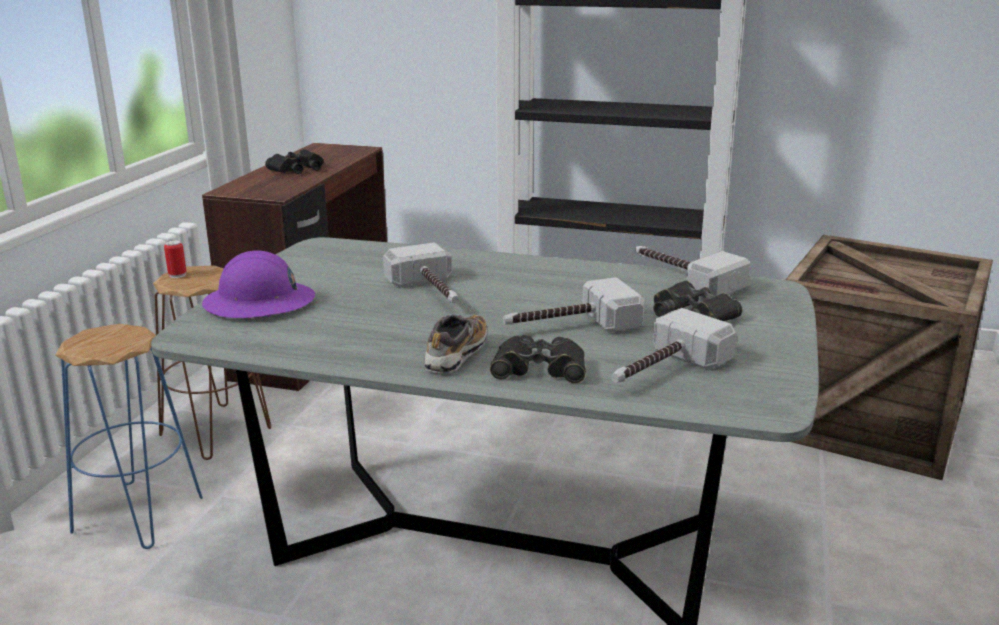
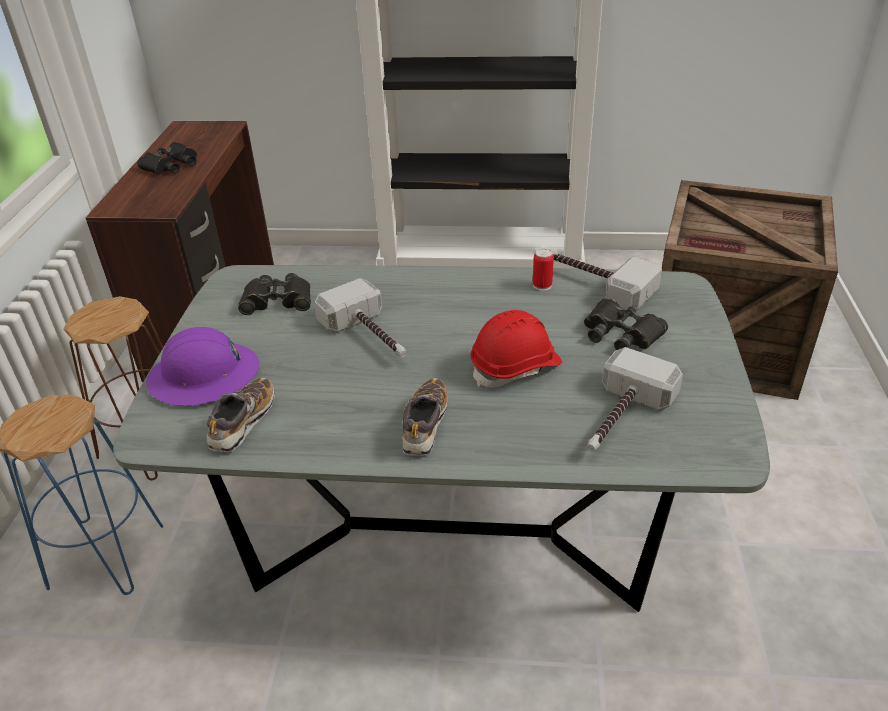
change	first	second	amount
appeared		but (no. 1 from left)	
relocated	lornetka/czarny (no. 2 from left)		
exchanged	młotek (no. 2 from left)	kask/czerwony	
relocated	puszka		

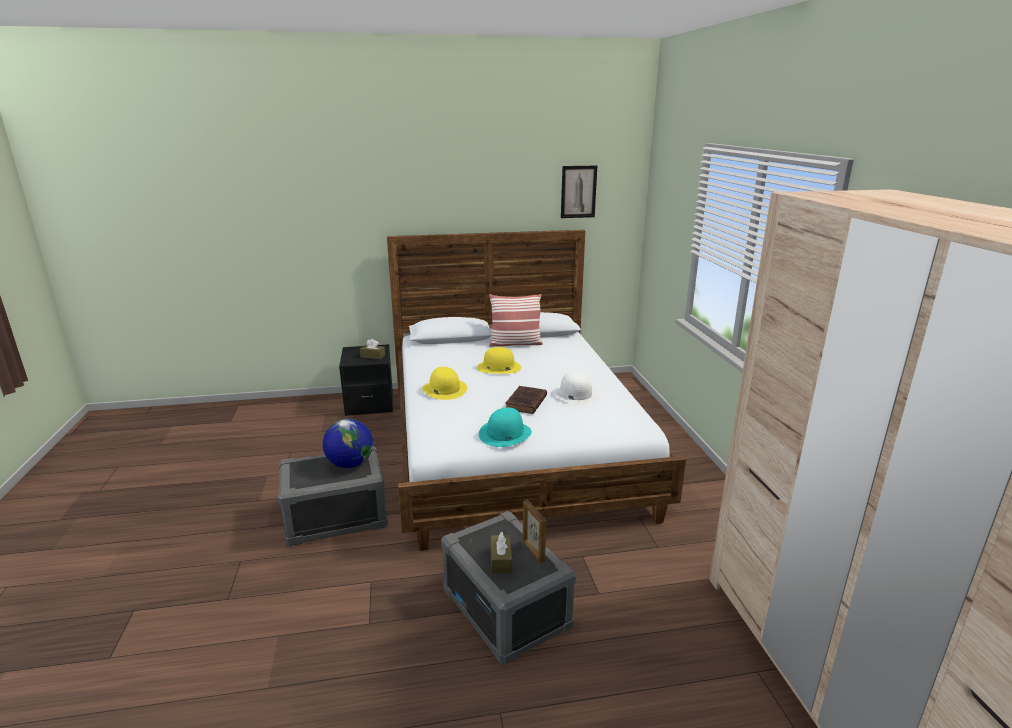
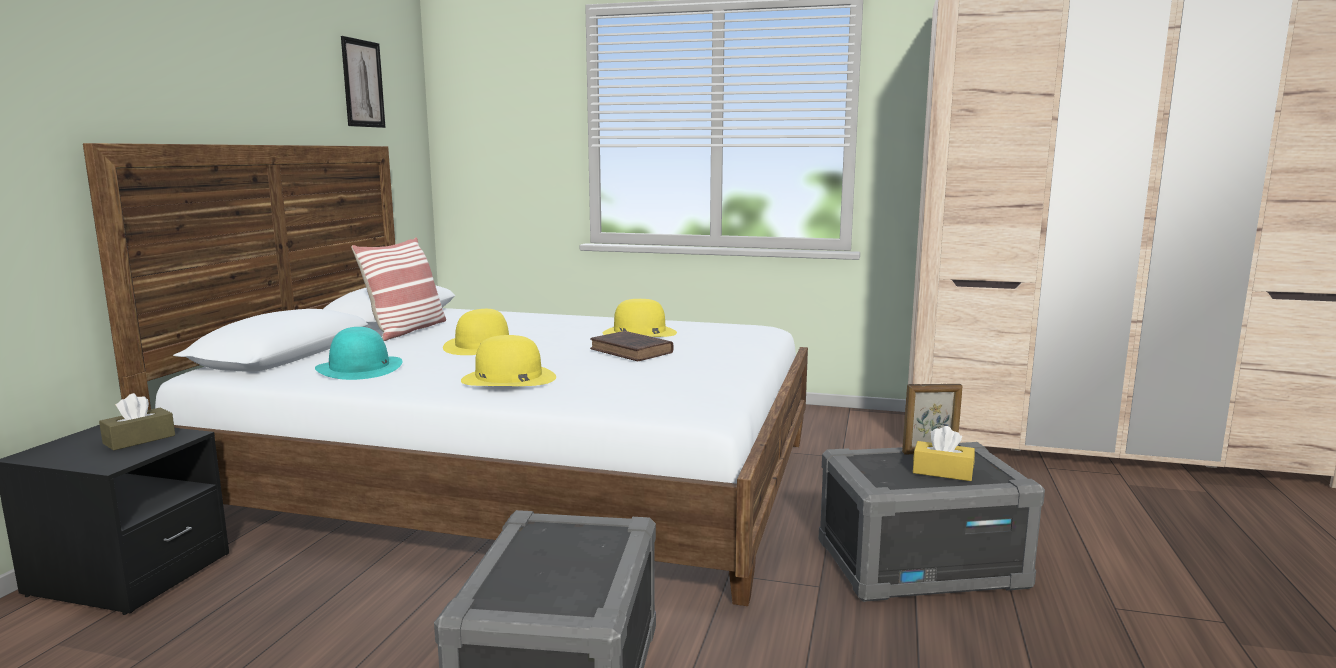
change	first	second	amount
relocated	kapelusz/turkusowy		
colour	kapelusz/biały	kapelusz/żółty (no. 3 from left)	
colour	pudełko chusteczek/brązowy (no. 2 from left)	pudełko chusteczek/żółty	
missing	globus		

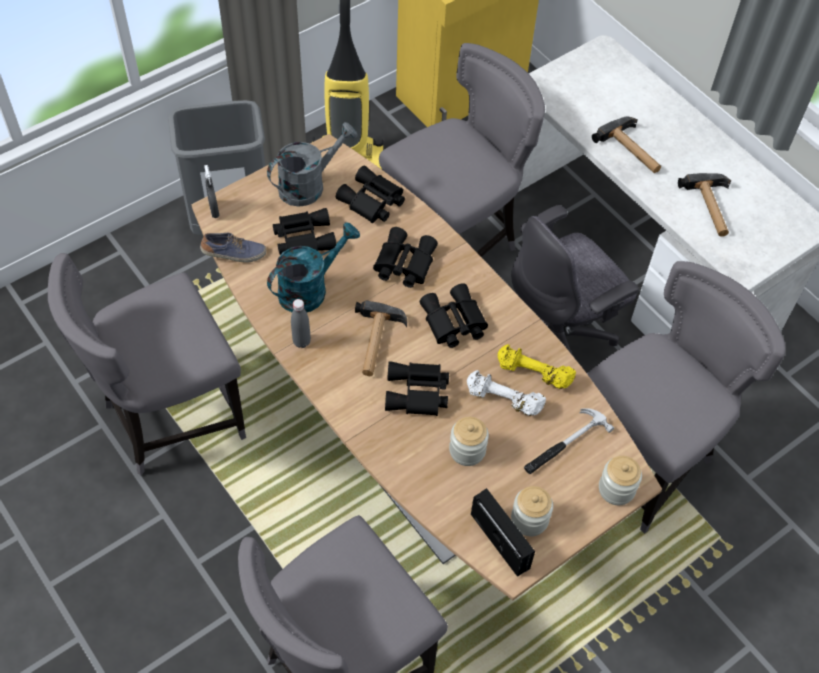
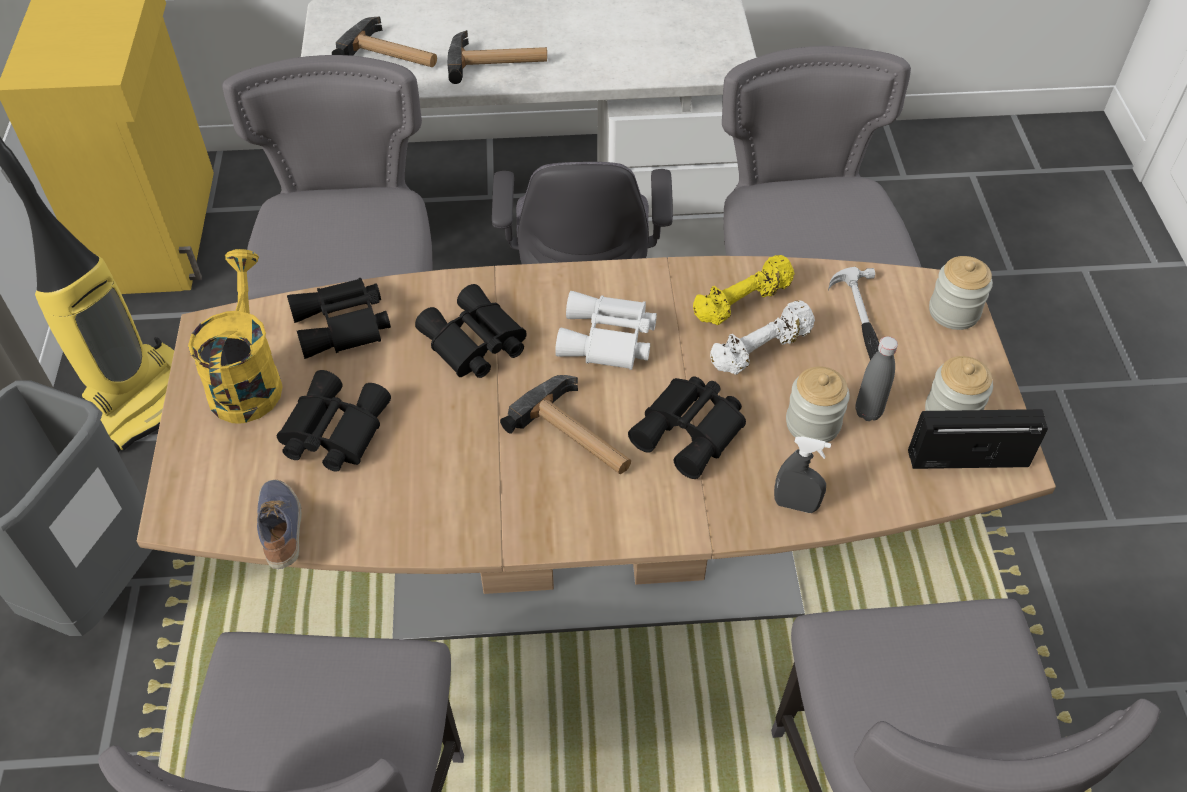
change	first	second	amount
colour	konewka/szary	konewka/żółty	
spun	but		45 degrees counterclockwise
relocated	młotek (no. 4 from left in the first image)	młotek (no. 1 from left)	
colour	lornetka/czarny (no. 5 from left)	lornetka/biały	
relocated	spryskiwacz/szary		
relocated	butelka/szary		
missing	konewka/turkusowy		

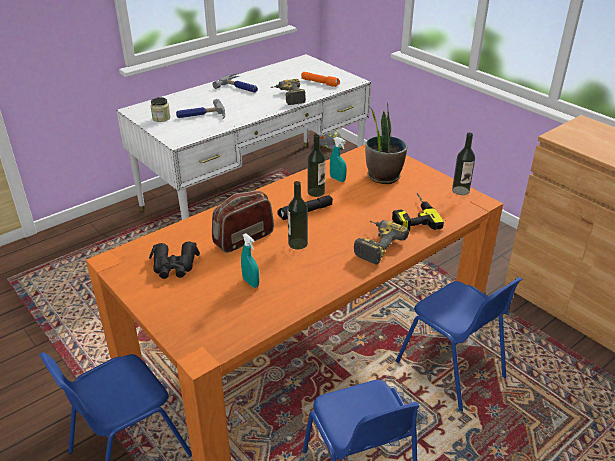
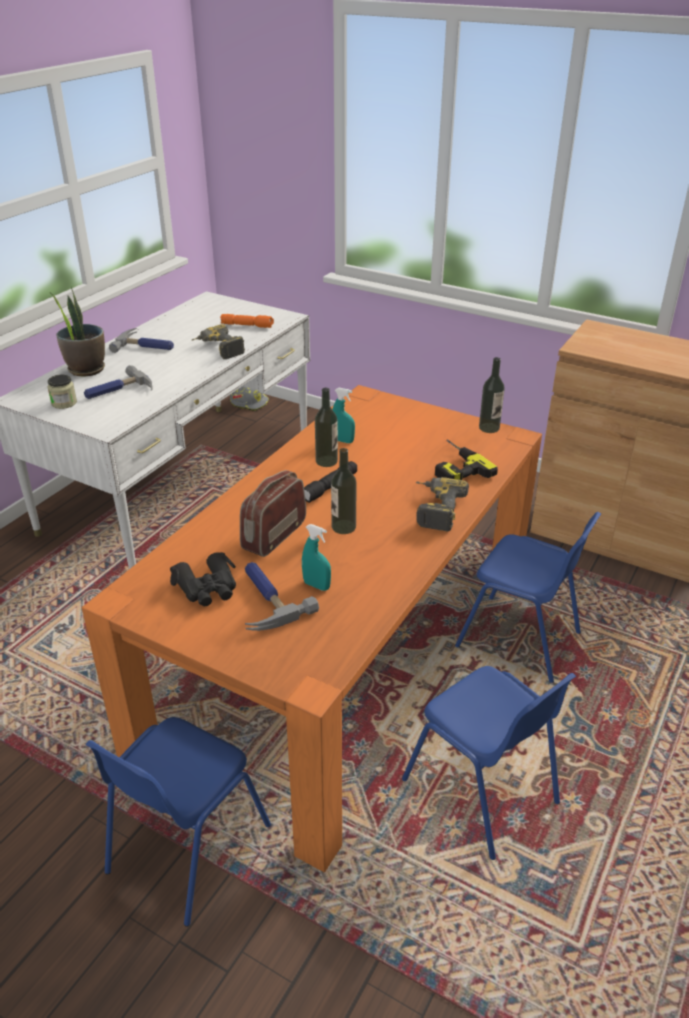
change	first	second	amount
relocated	roślina doniczkowa		
appeared		młotek (no. 3 from left)	

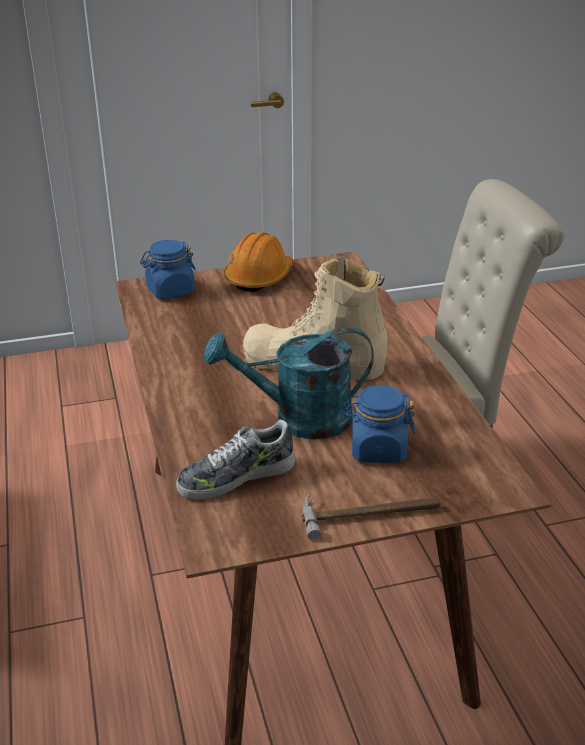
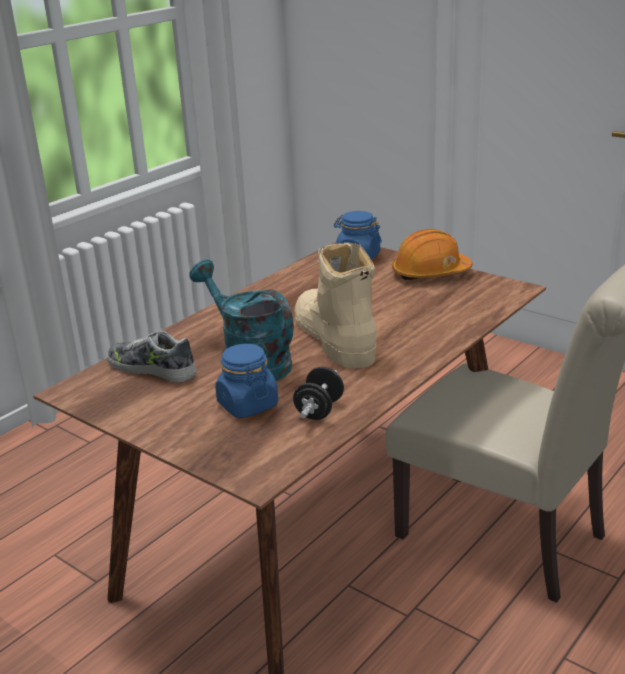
change	first	second	amount
appeared		hantel/czarny	
missing	młotek		

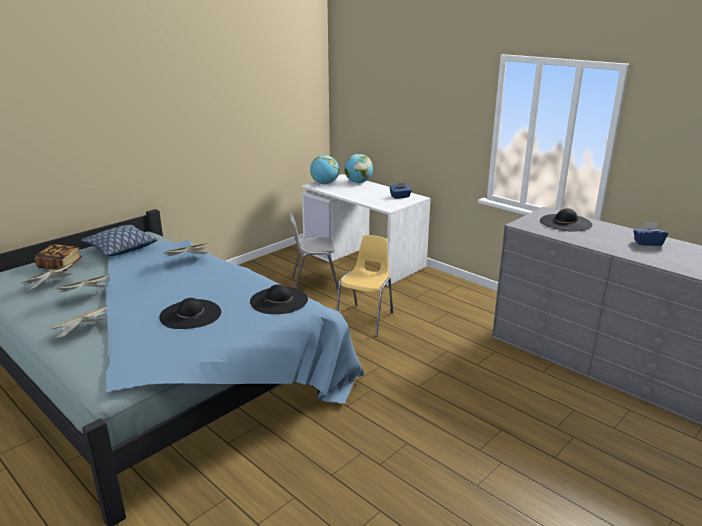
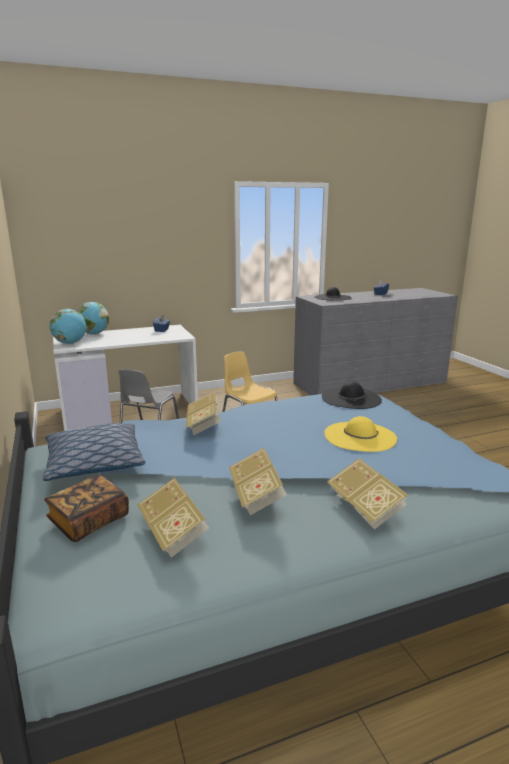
change	first	second	amount
colour	kapelusz/czarny (no. 1 from left)	kapelusz/żółty	

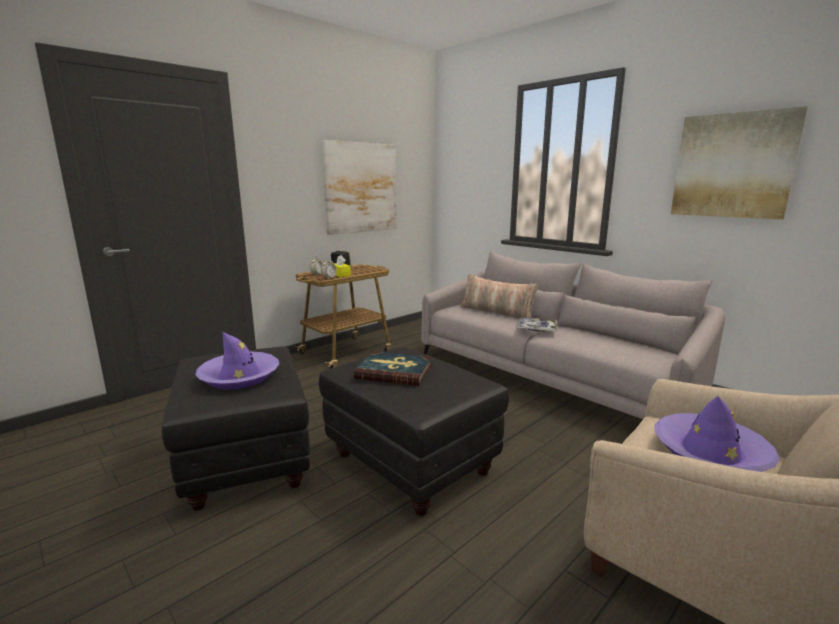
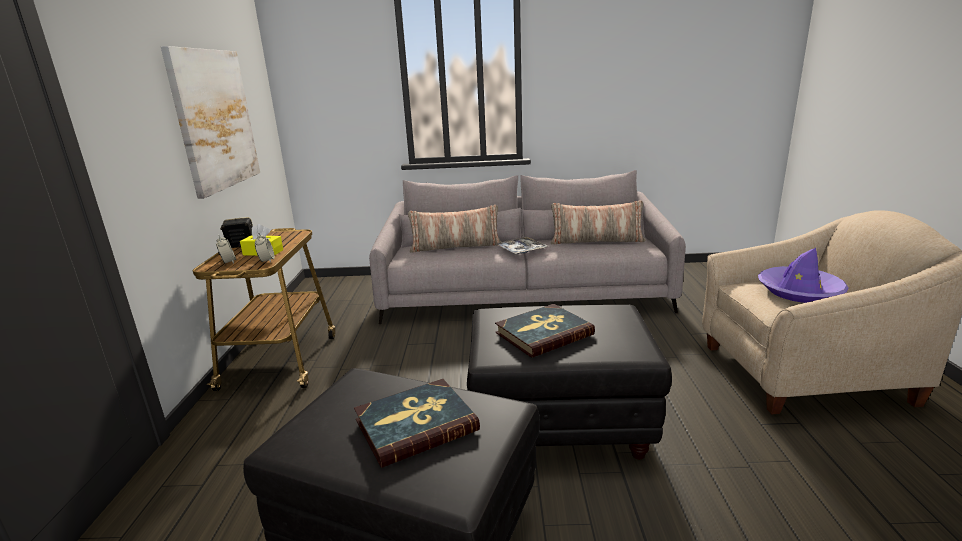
change	first	second	amount
exchanged	kapelusz/fioletowy (no. 1 from left)	książka (no. 1 from left)	
appeared		poduszka (no. 2 from left)	
missing	obraz (no. 2 from left)		

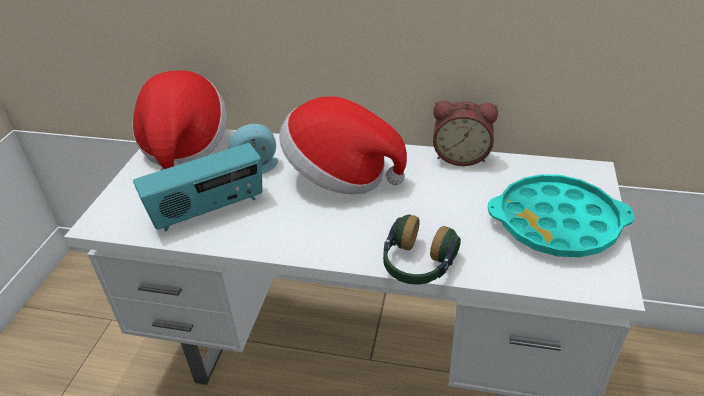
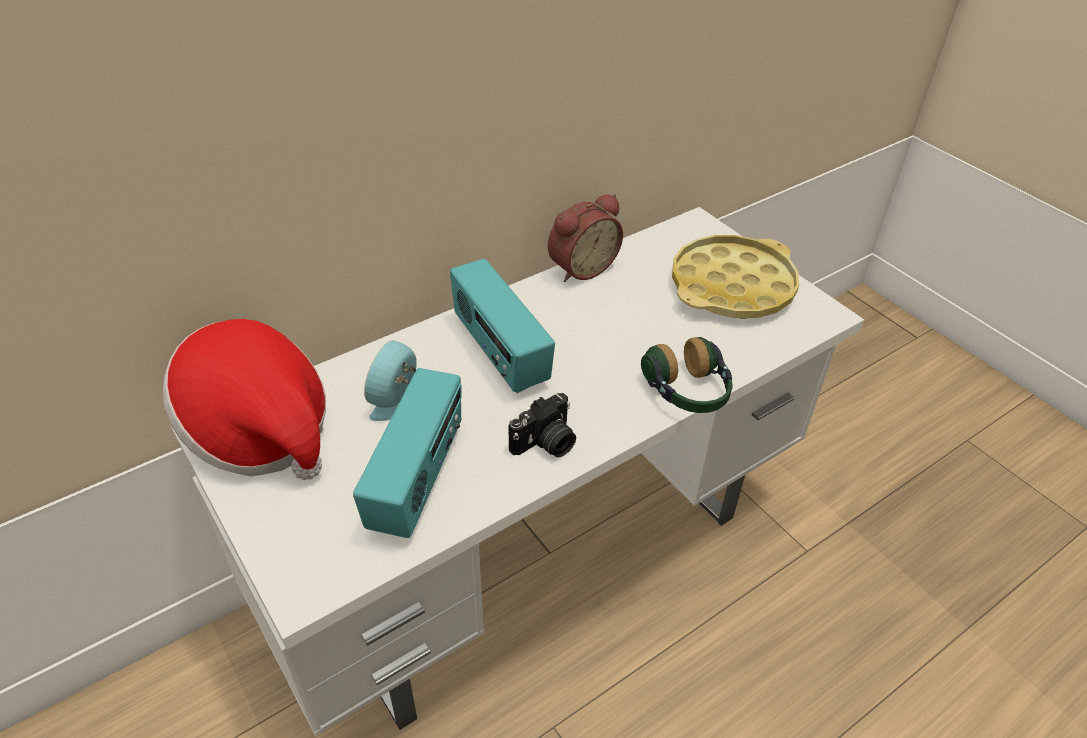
change	first	second	amount
exchanged	kapelusz (no. 2 from left)	radio (no. 2 from left)	
appeared		aparat fotograficzny	
colour	taca/turkusowy	taca/żółty	

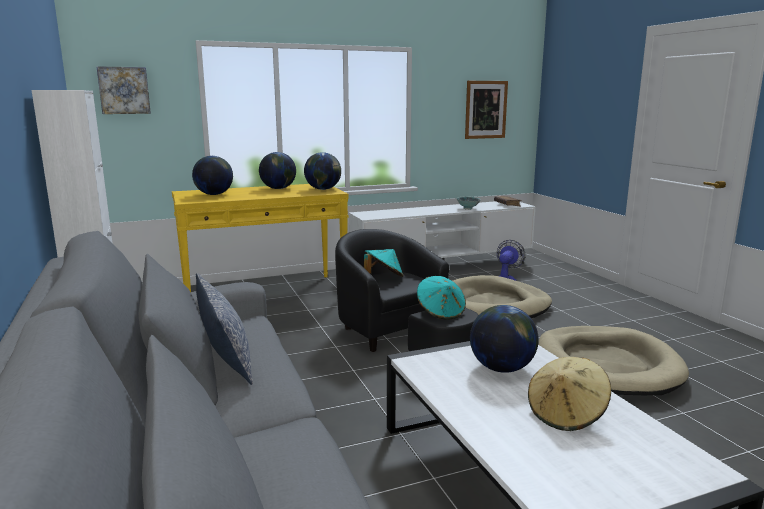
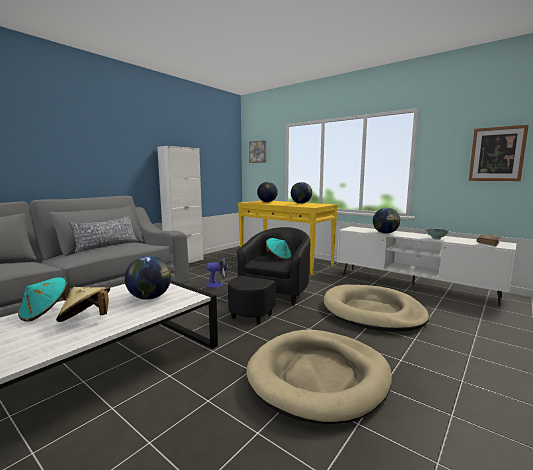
change	first	second	amount
relocated	kapelusz/turkusowy (no. 2 from left in the first image)	kapelusz/turkusowy (no. 1 from left)	
relocated	wentylator		
relocated	globus (no. 3 from left in the first image)	globus (no. 4 from left)	

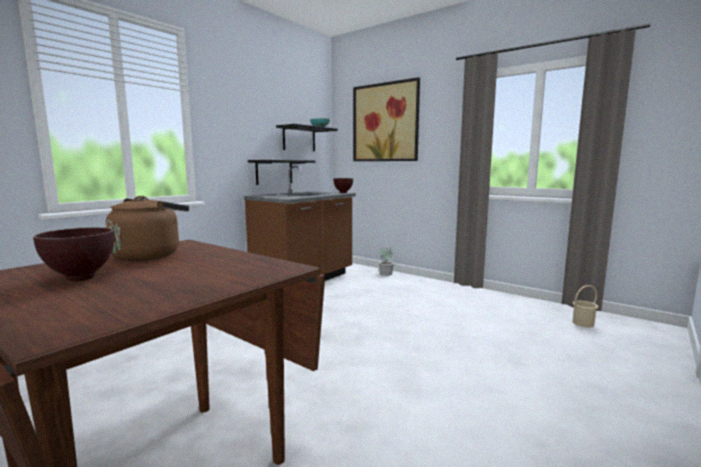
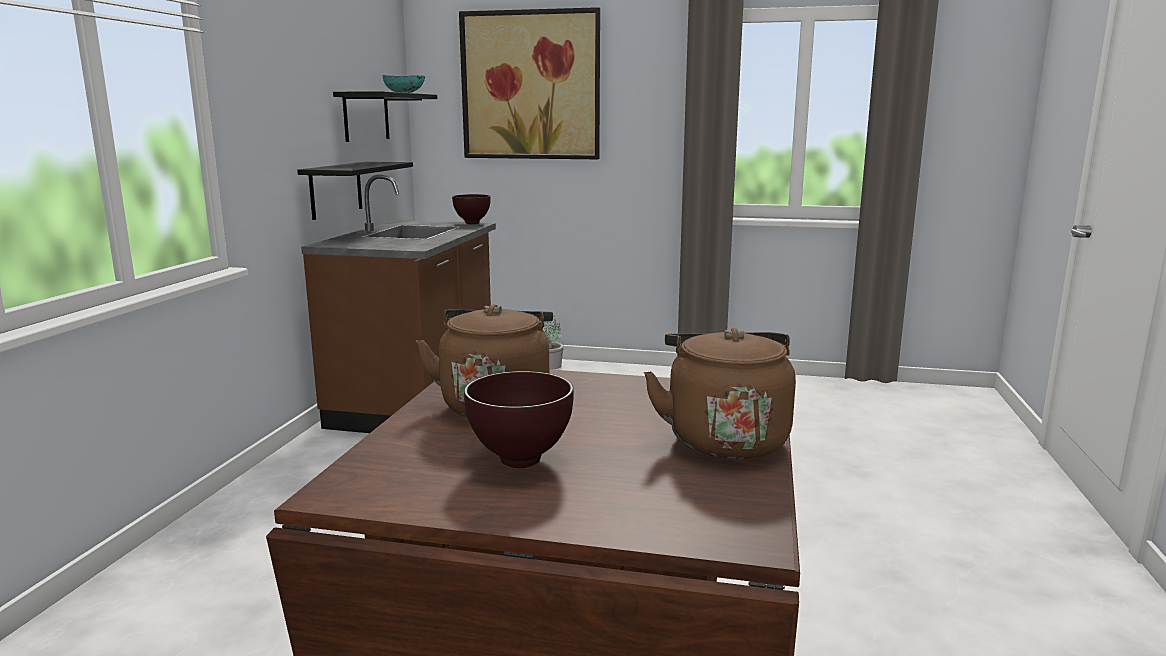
change	first	second	amount
appeared		czajnik/brązowy (no. 2 from left)	
missing	wiadro/beżowy		

